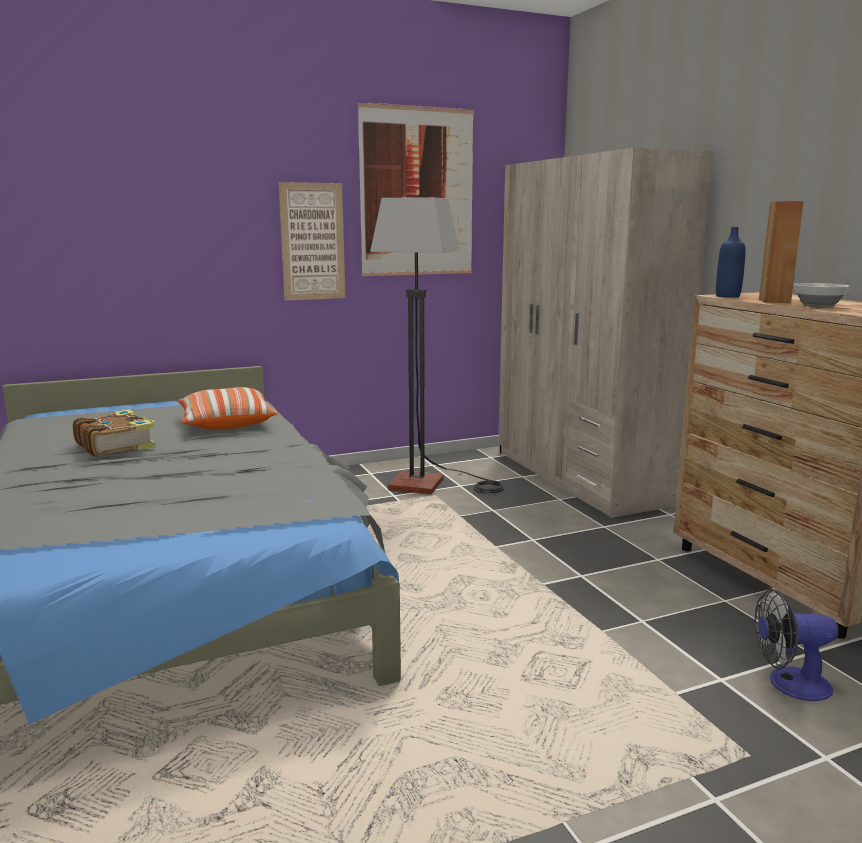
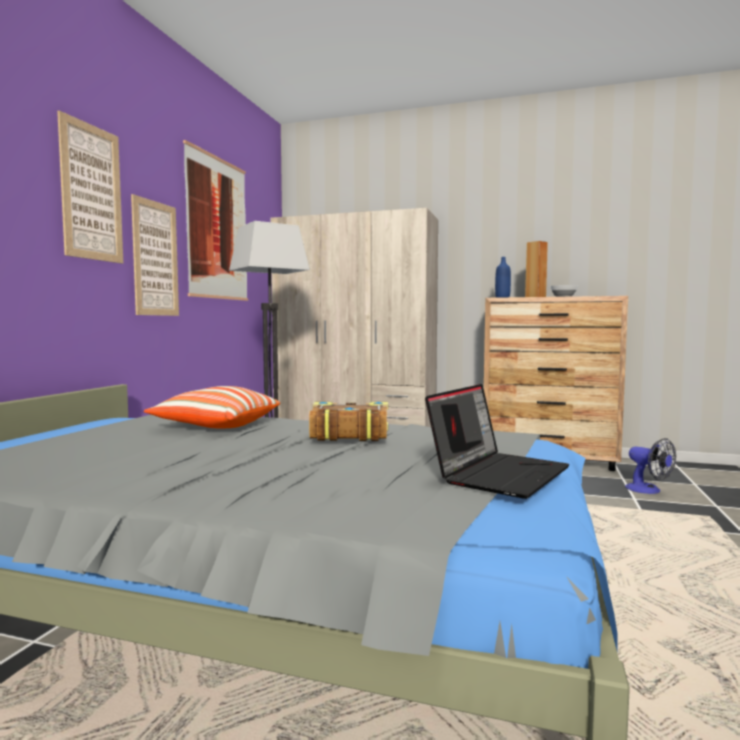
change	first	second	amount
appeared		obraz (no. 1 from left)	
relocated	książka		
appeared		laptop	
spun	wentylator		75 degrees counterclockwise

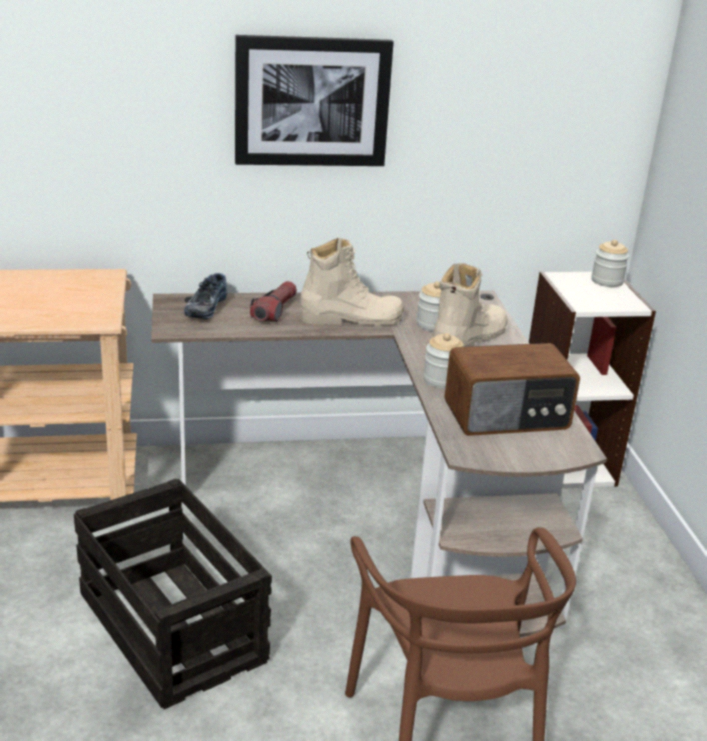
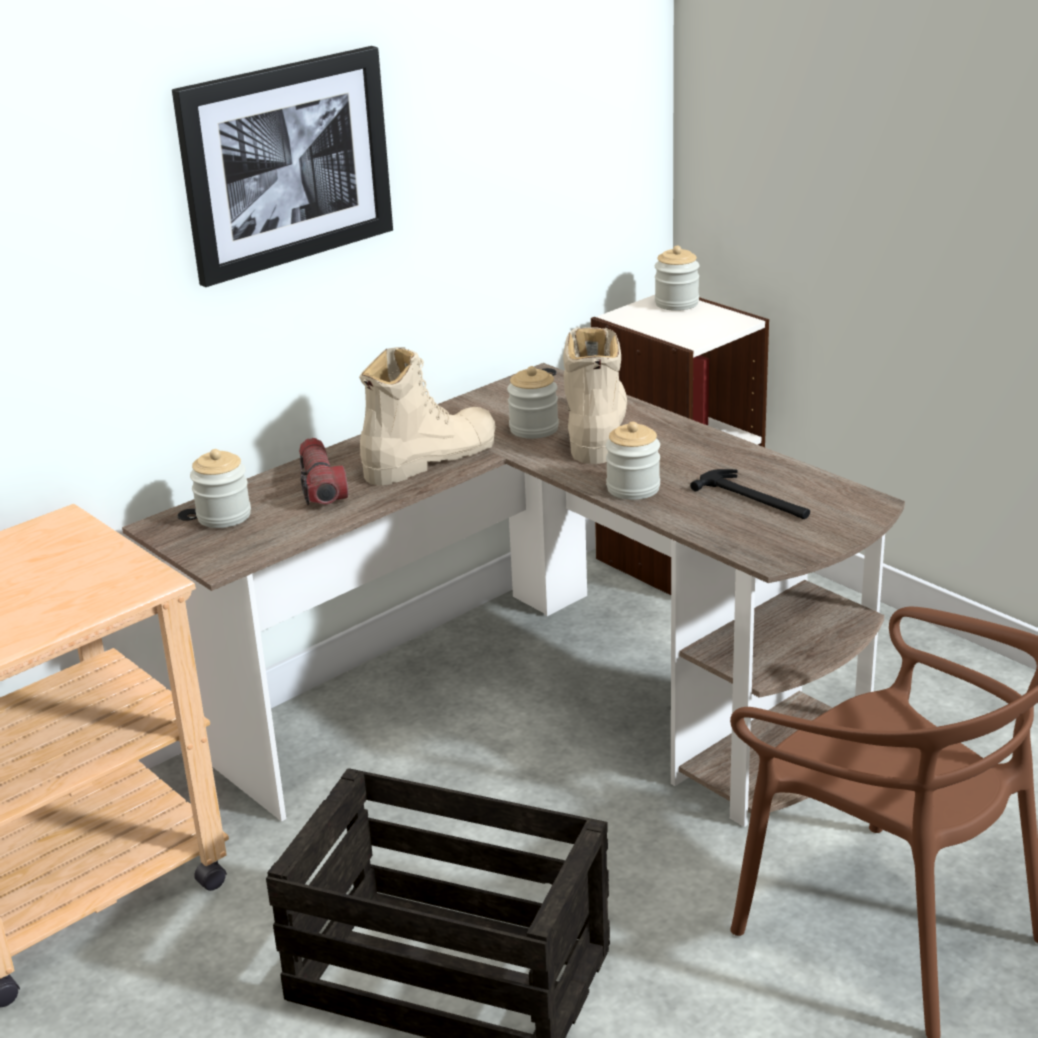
change	first	second	amount
exchanged	but	słoik (no. 1 from left)	
exchanged	radio	młotek	

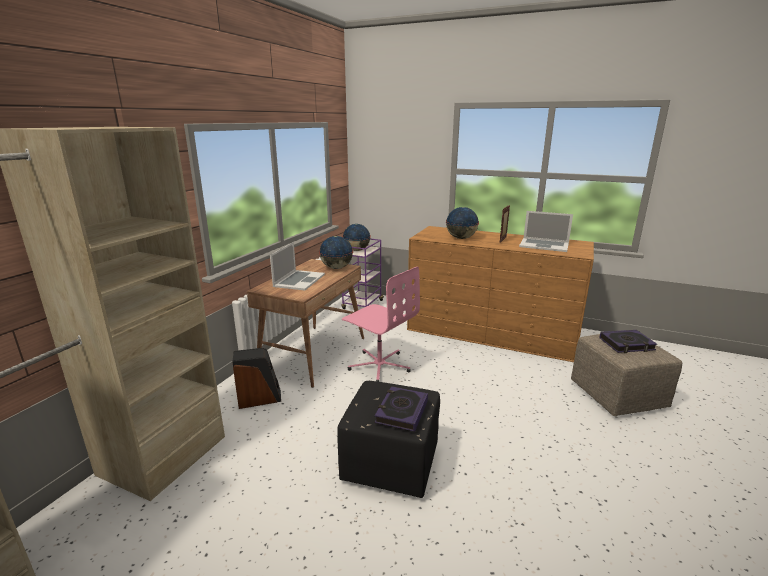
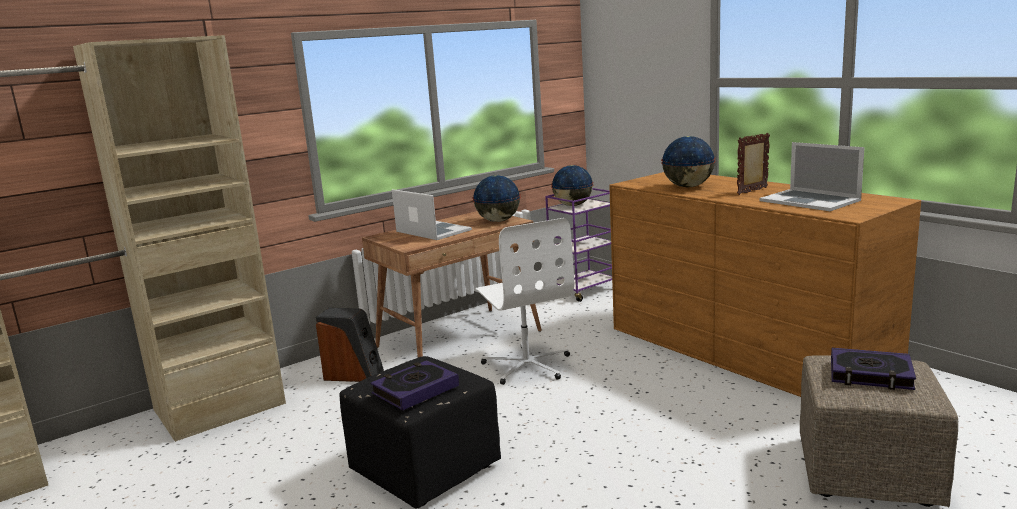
change	first	second	amount
spun	laptop (no. 1 from left)		90 degrees counterclockwise
colour	krzesło biurowe/różowy	krzesło biurowe/biały	

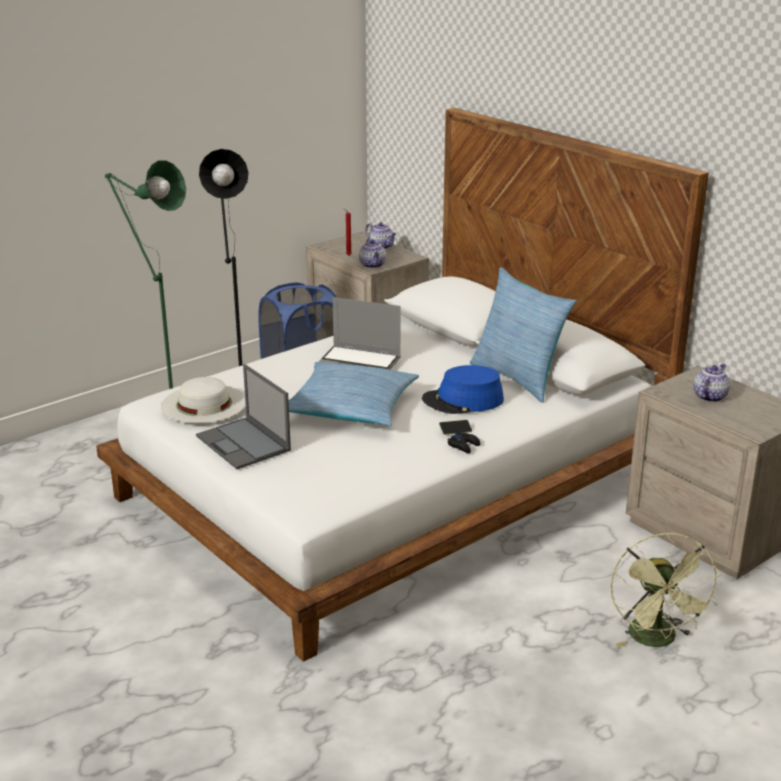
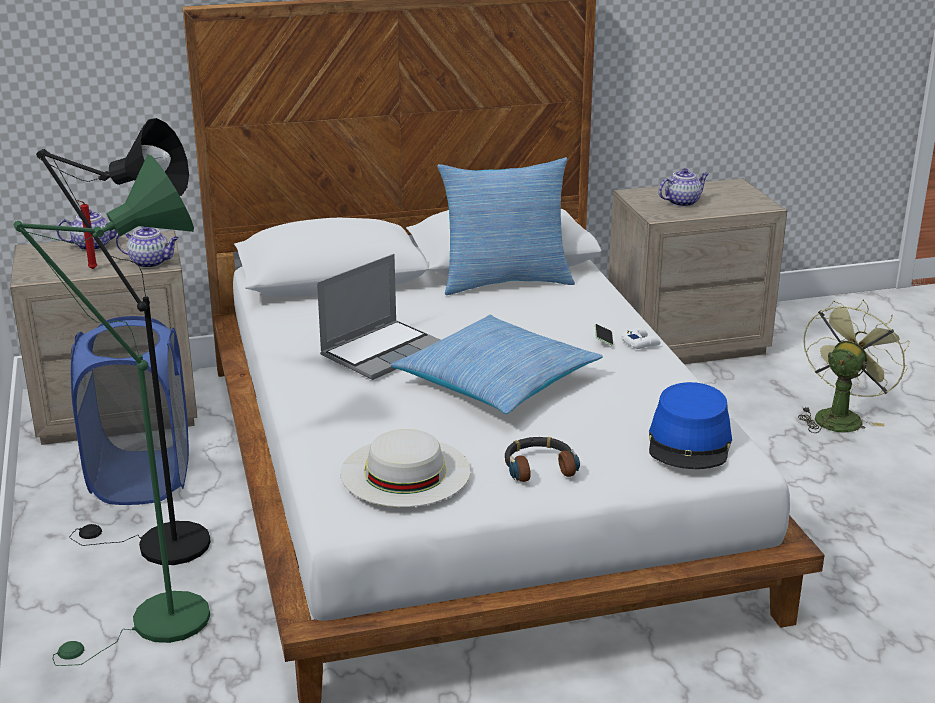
change	first	second	amount
exchanged	laptop (no. 1 from left)	słuchawki	
colour	pad do gier/czarny	pad do gier/biały	
relocated	kapelusz/niebieski		
spun	imbryk (no. 3 from left)		90 degrees clockwise
spun	wentylator/zielony		75 degrees counterclockwise

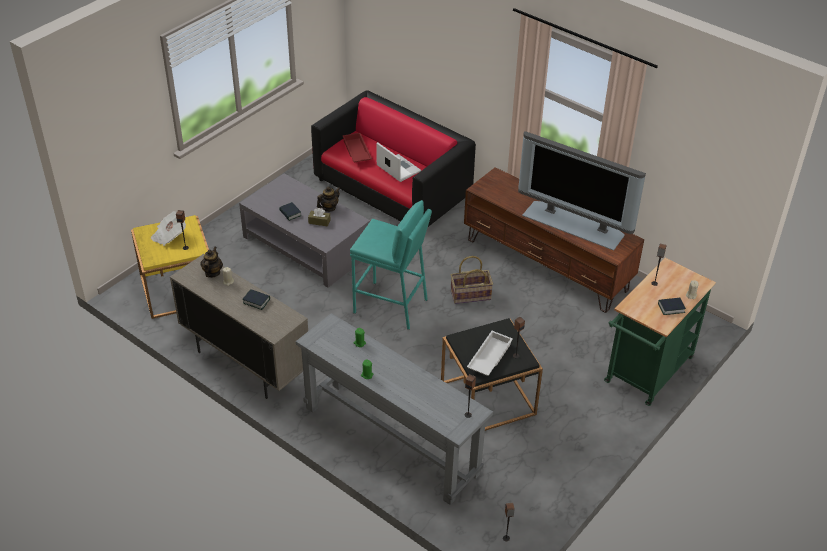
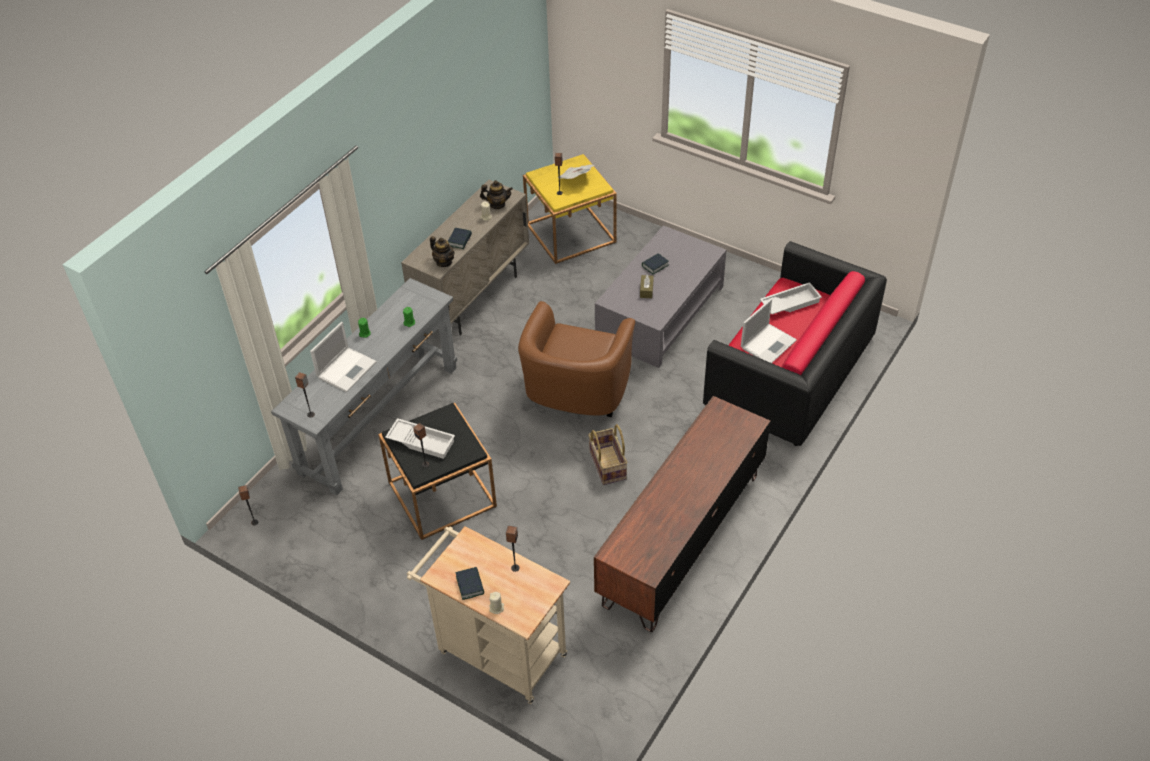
change	first	second	amount
appeared		laptop (no. 1 from left)	
colour	wózek/zielony	wózek/beżowy	
relocated	imbryk (no. 2 from left in the first image)	imbryk (no. 1 from left)	
exchanged	stołek/turkusowy	fotel/brązowy	
colour	taca/czerwony	taca/biały (no. 2 from left)	
missing	telewizor		

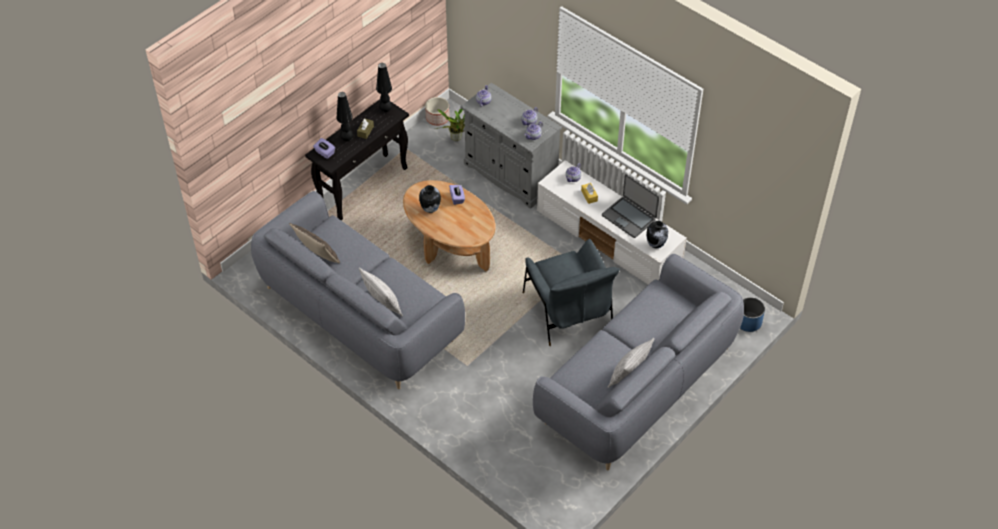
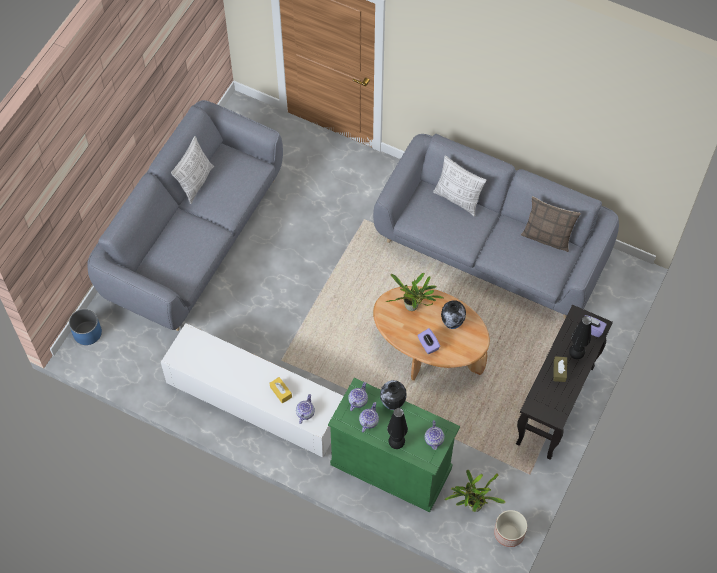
change	first	second	amount
colour	szafka/szary	szafka/zielony	
relocated	wazon (no. 2 from left in the first image)	wazon (no. 1 from left)	
appeared		roślina doniczkowa (no. 1 from left)	
relocated	lampa stołowa/czarny (no. 2 from left in the first image)	lampa stołowa/czarny (no. 1 from left)	
missing	fotel/szary		
missing	laptop		

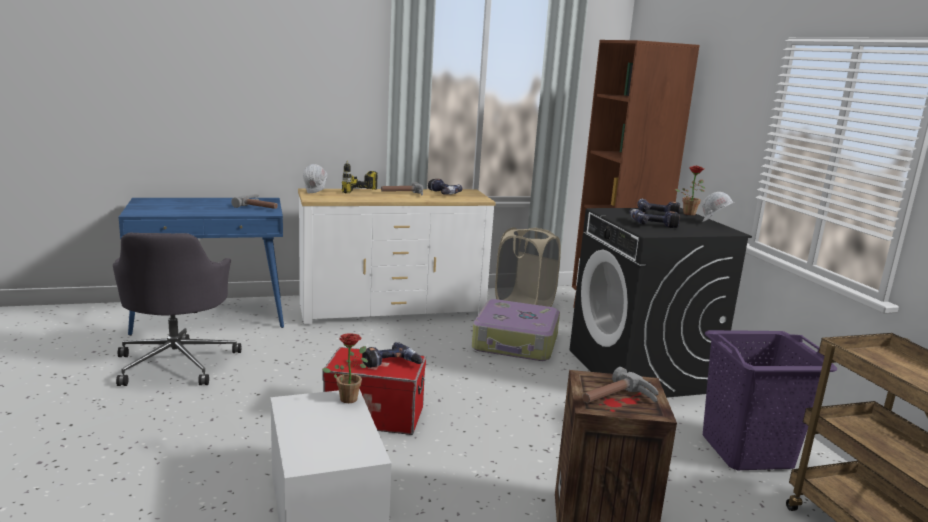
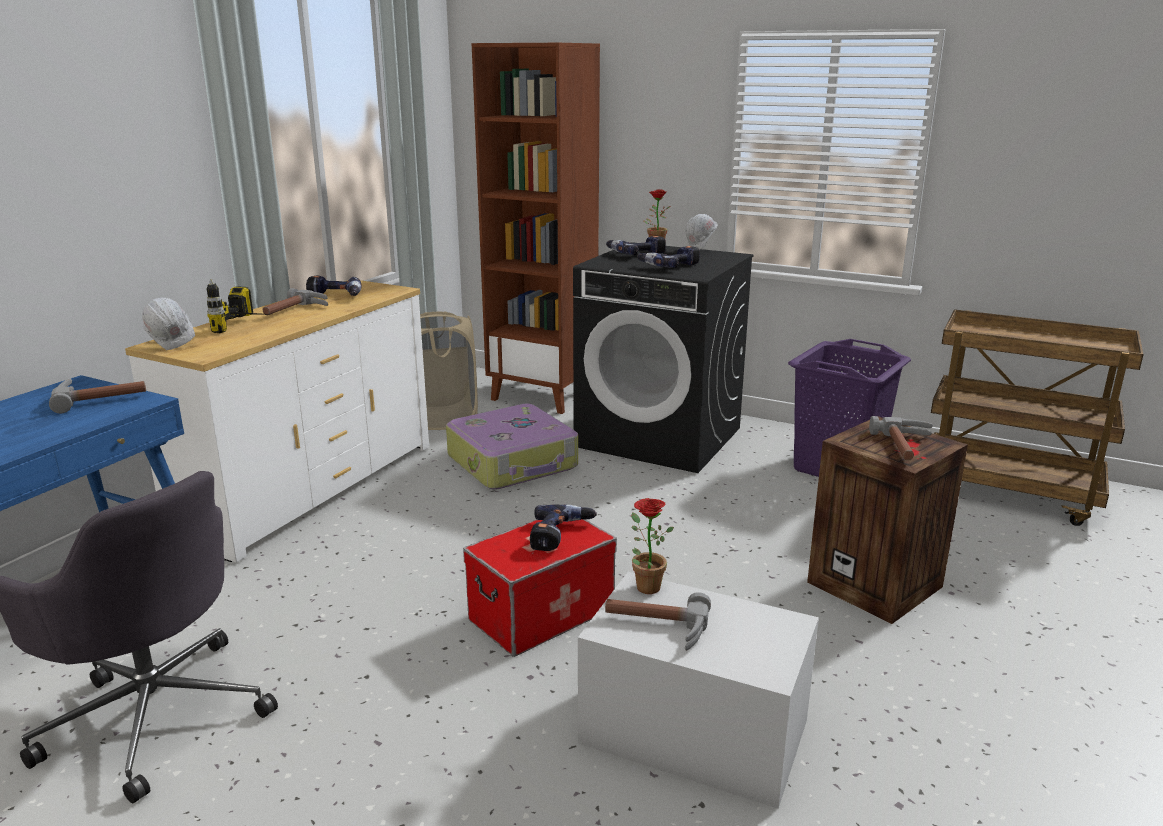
change	first	second	amount
appeared		młotek (no. 3 from left)	

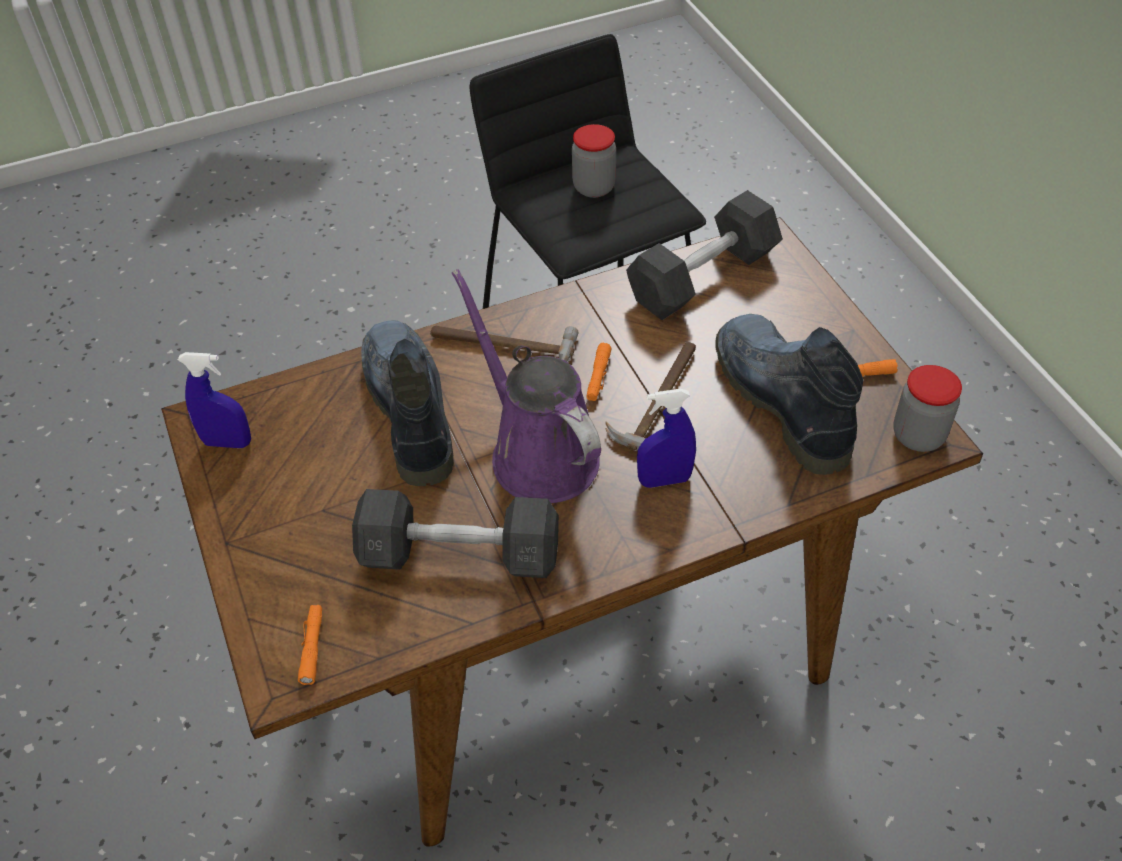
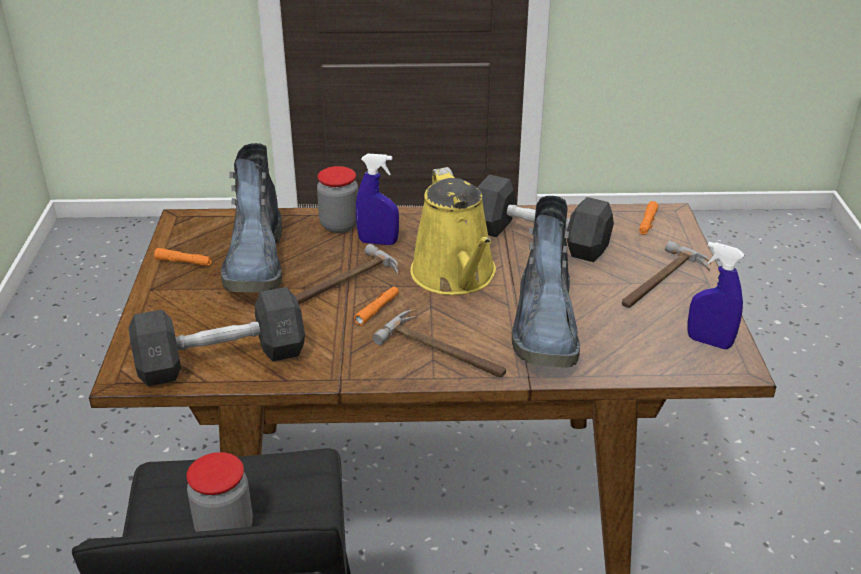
change	first	second	amount
relocated	słoik (no. 2 from left)		
colour	konewka/fioletowy	konewka/żółty	
appeared		młotek (no. 3 from left)	

